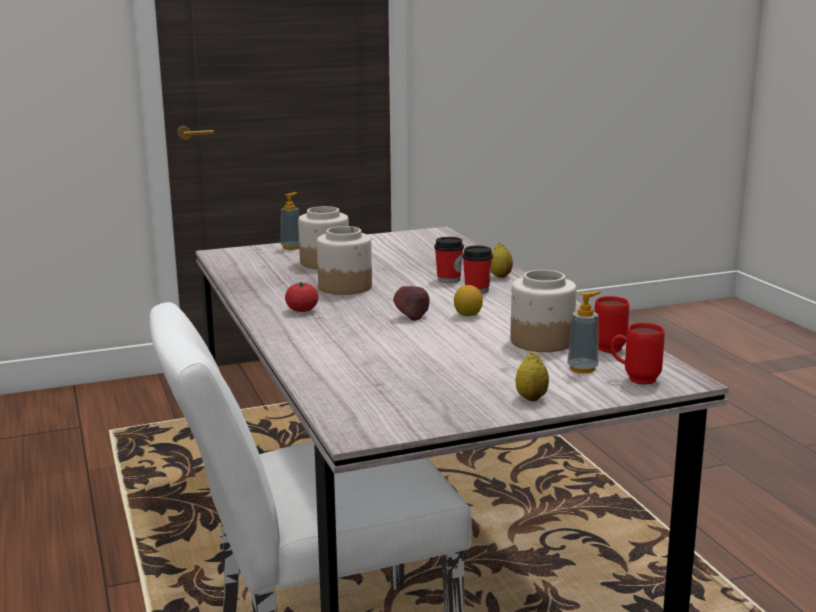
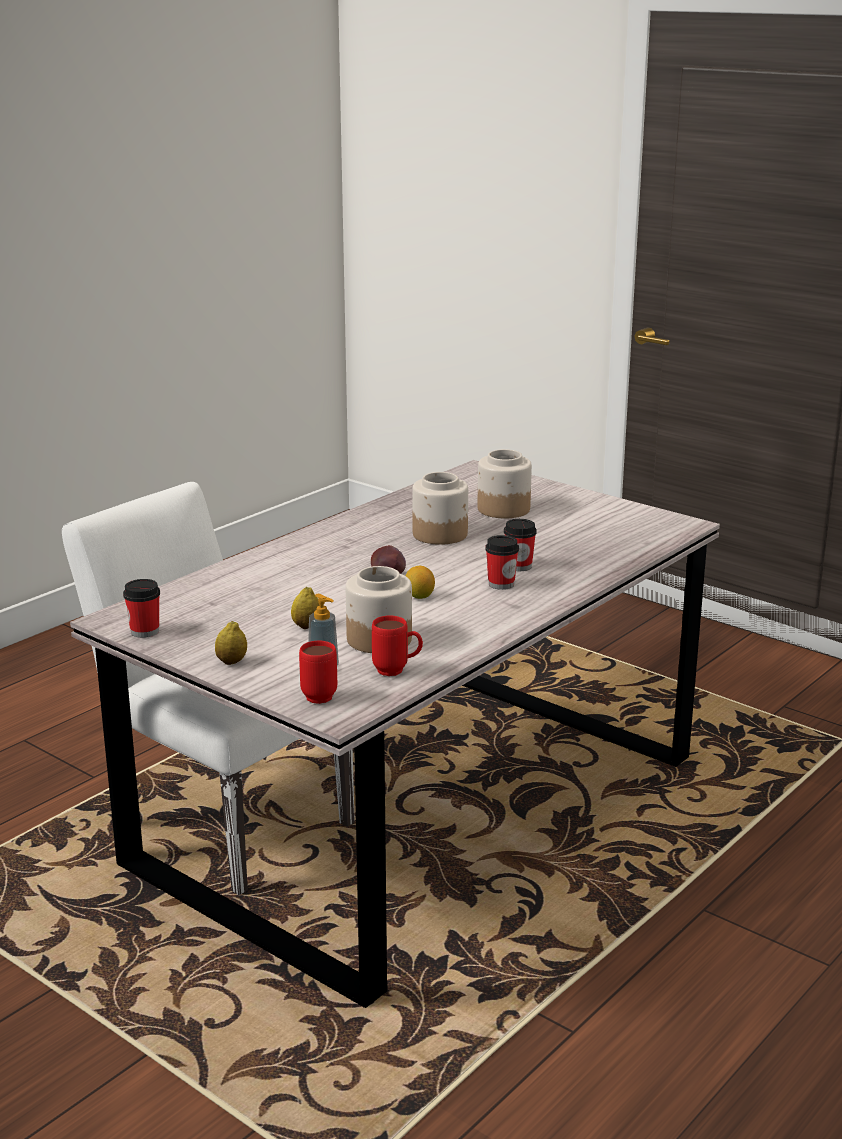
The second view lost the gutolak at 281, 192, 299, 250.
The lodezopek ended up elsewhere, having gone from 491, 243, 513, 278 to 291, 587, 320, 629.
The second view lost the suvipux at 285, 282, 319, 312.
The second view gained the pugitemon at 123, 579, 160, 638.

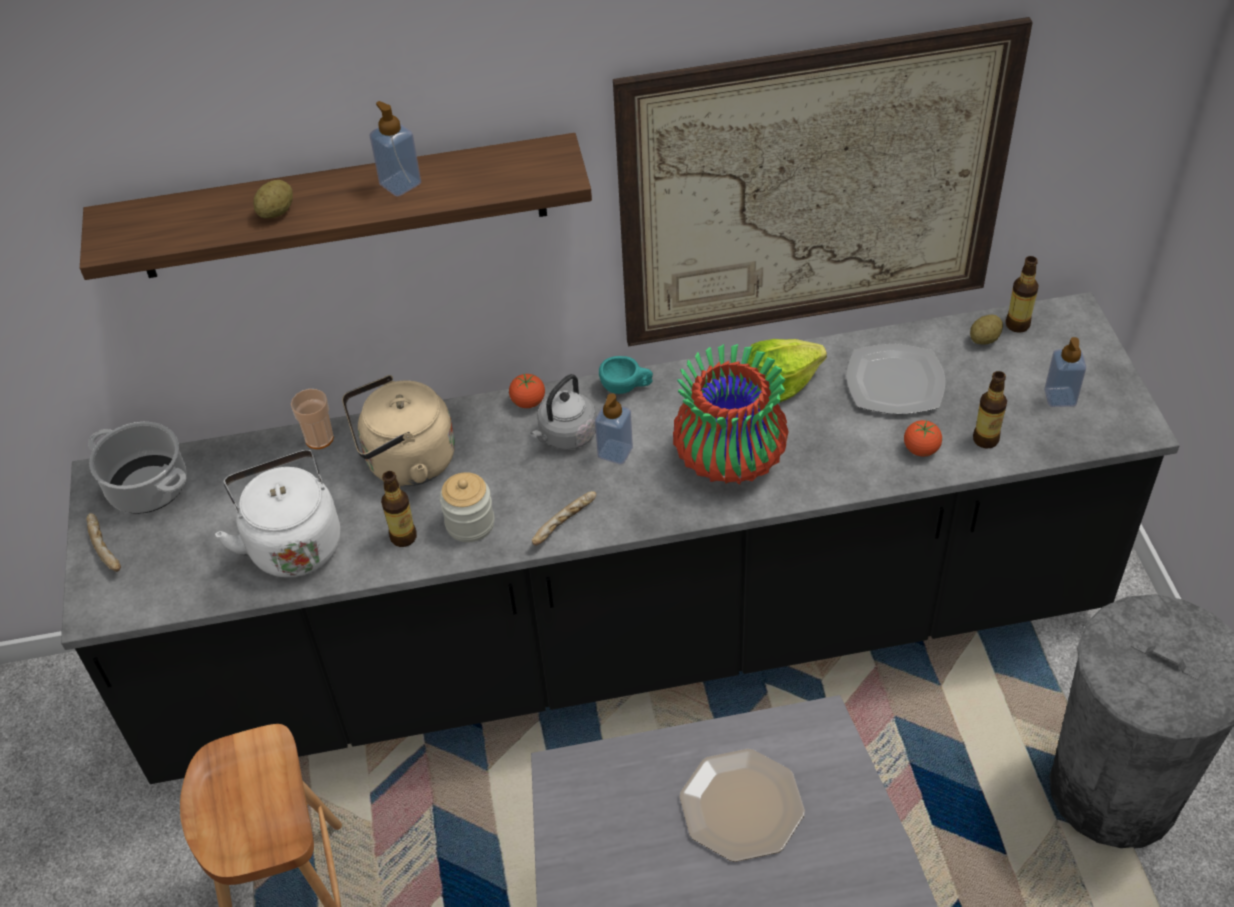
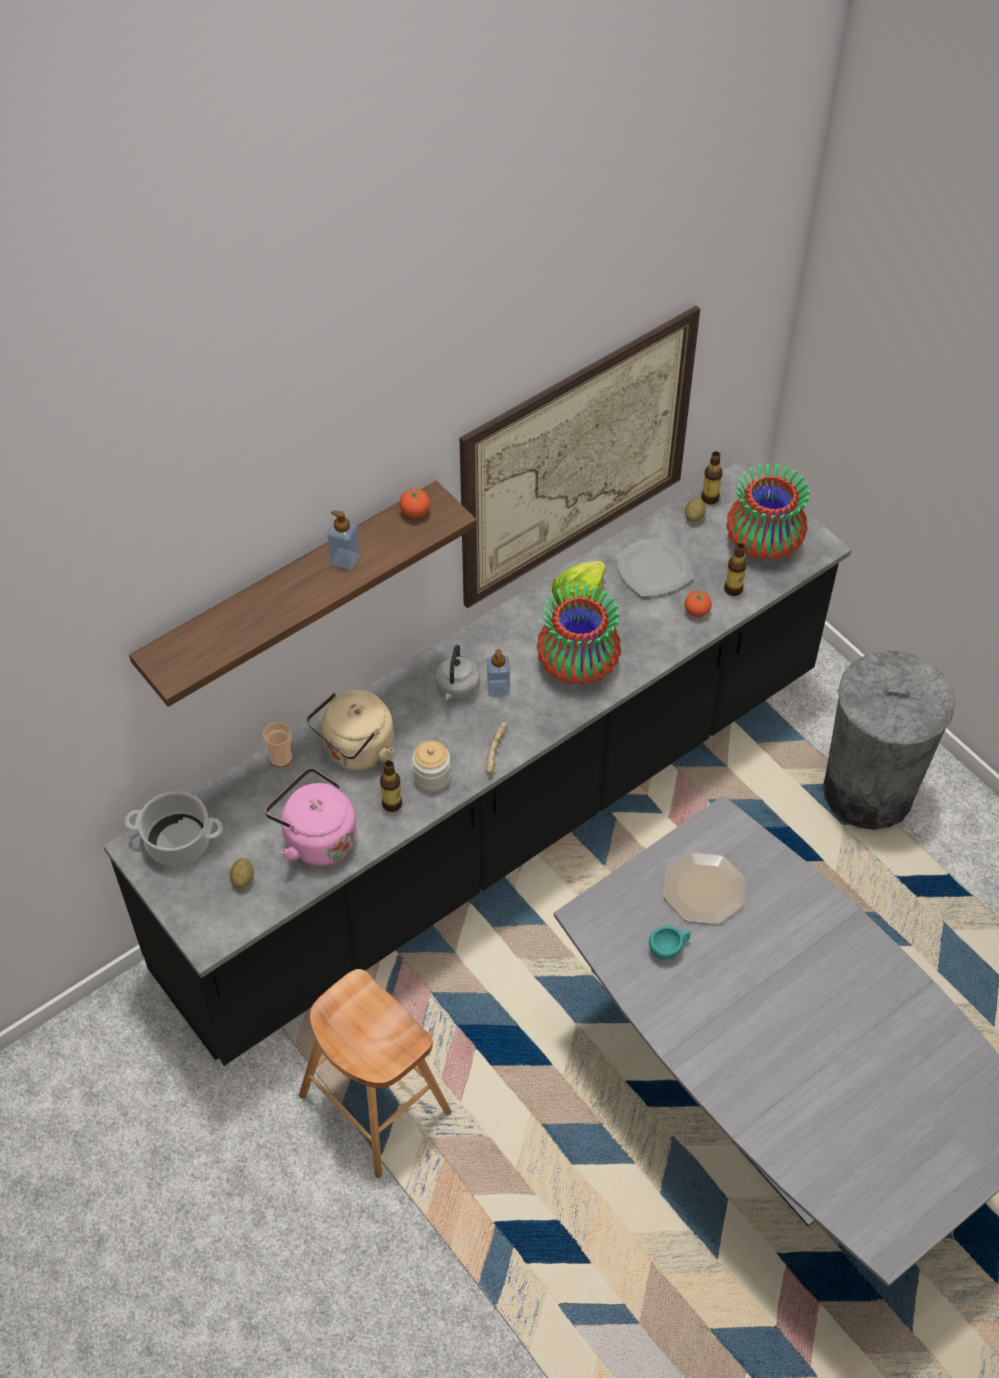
The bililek ended up elsewhere, having gone from 253, 180, 293, 218 to 230, 858, 254, 889.
Where the gutolak stood at 1044, 337, 1087, 407, the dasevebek came to stand at 726, 463, 810, 560.
The turquoise pugitemon ended up elsewhere, having gone from 599, 356, 653, 394 to 649, 926, 691, 960.
The suvipux ended up elsewhere, having gone from 509, 373, 545, 408 to 399, 488, 430, 518.
What was the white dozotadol at 215, 450, 340, 578 turned into the pink dozotadol at 265, 768, 357, 866.
The second view lost the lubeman at 87, 513, 121, 572.

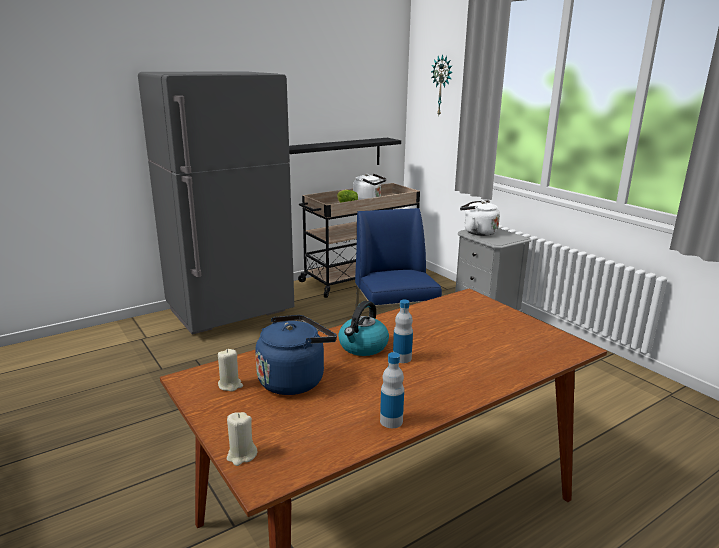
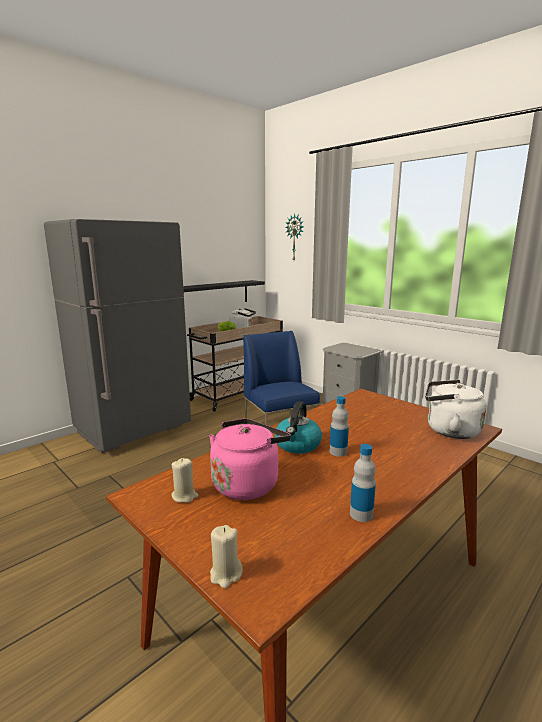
The white dozotadol ended up elsewhere, having gone from 460, 200, 500, 236 to 425, 380, 486, 439.
What was the blue dozotadol at 255, 315, 337, 395 turned into the pink dozotadol at 209, 418, 291, 500.

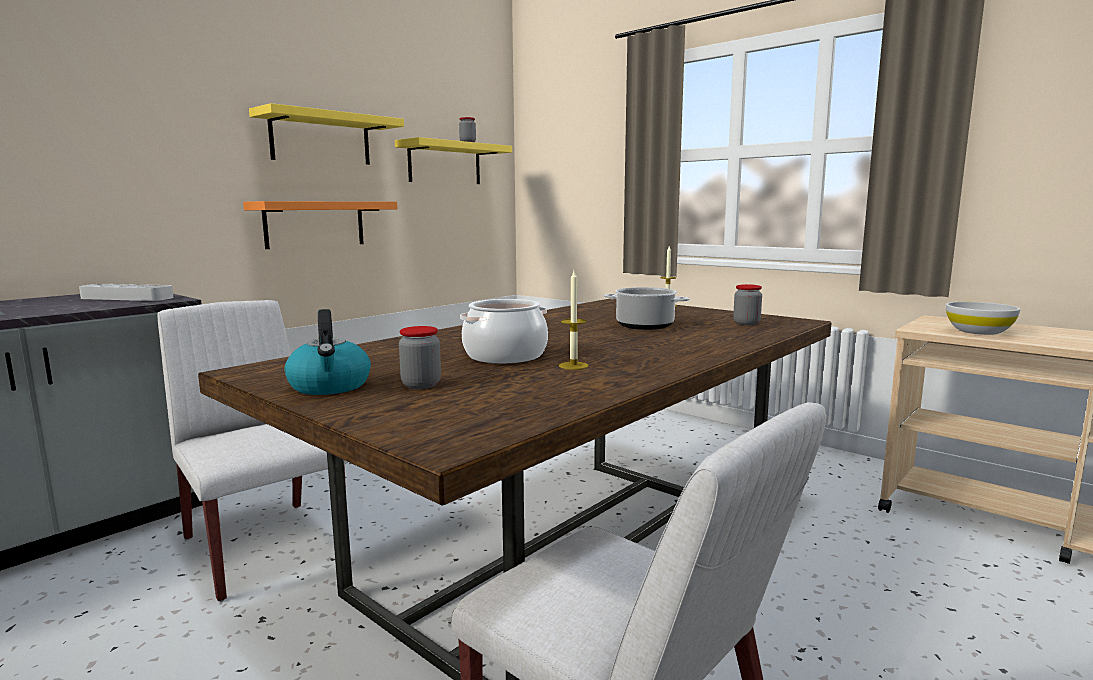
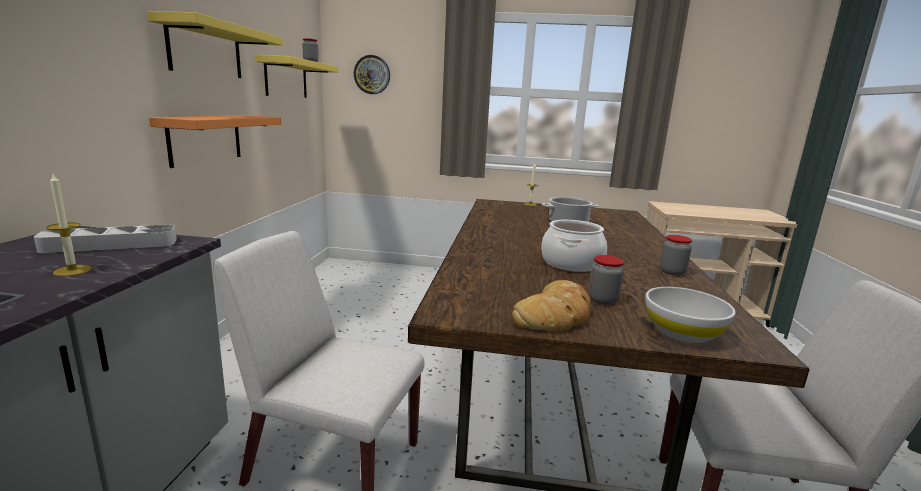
The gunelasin ended up elsewhere, having gone from 559, 271, 588, 370 to 46, 174, 91, 276.
The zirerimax ended up elsewhere, having gone from 733, 284, 762, 325 to 660, 235, 692, 276.
The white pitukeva ended up elsewhere, having gone from 946, 302, 1021, 335 to 645, 287, 736, 343.
Where the dozotadol stood at 285, 309, 371, 395, the lubeman came to stand at 512, 280, 591, 331.
The second view gained the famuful at 354, 55, 390, 94.

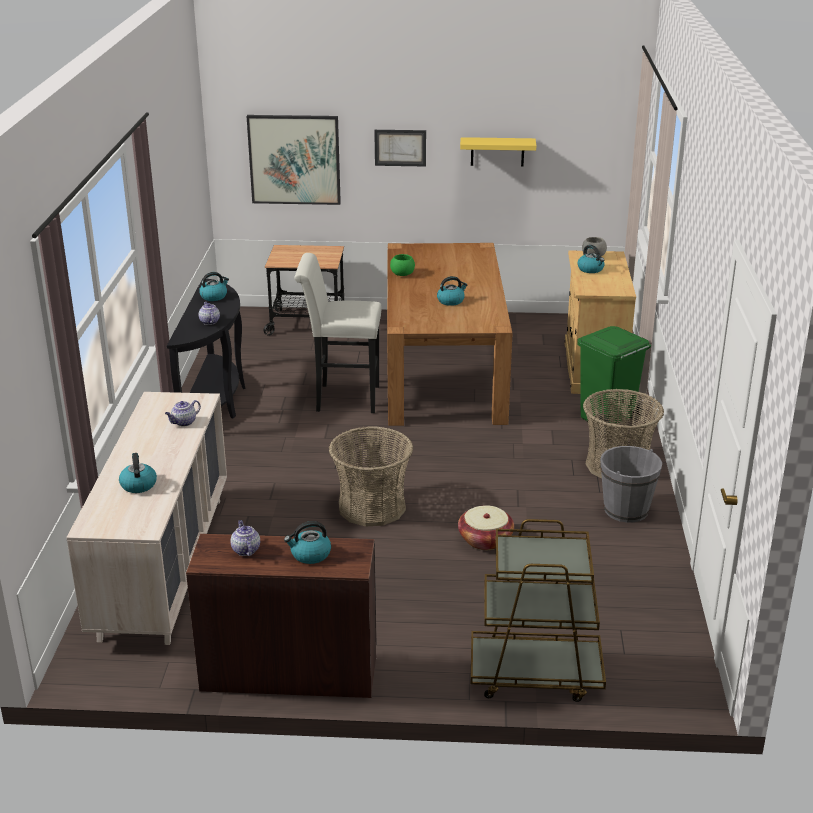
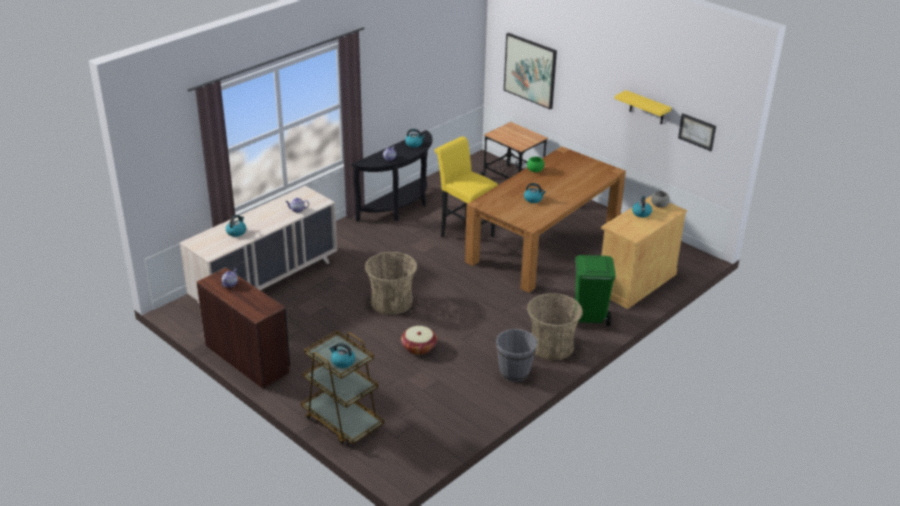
The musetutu ended up elsewhere, having gone from 374, 130, 426, 167 to 678, 113, 716, 151.
What was the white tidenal at 294, 253, 381, 413 turned into the yellow tidenal at 434, 136, 498, 238.
The dozotadol ended up elsewhere, having gone from 284, 521, 331, 564 to 329, 343, 355, 368.

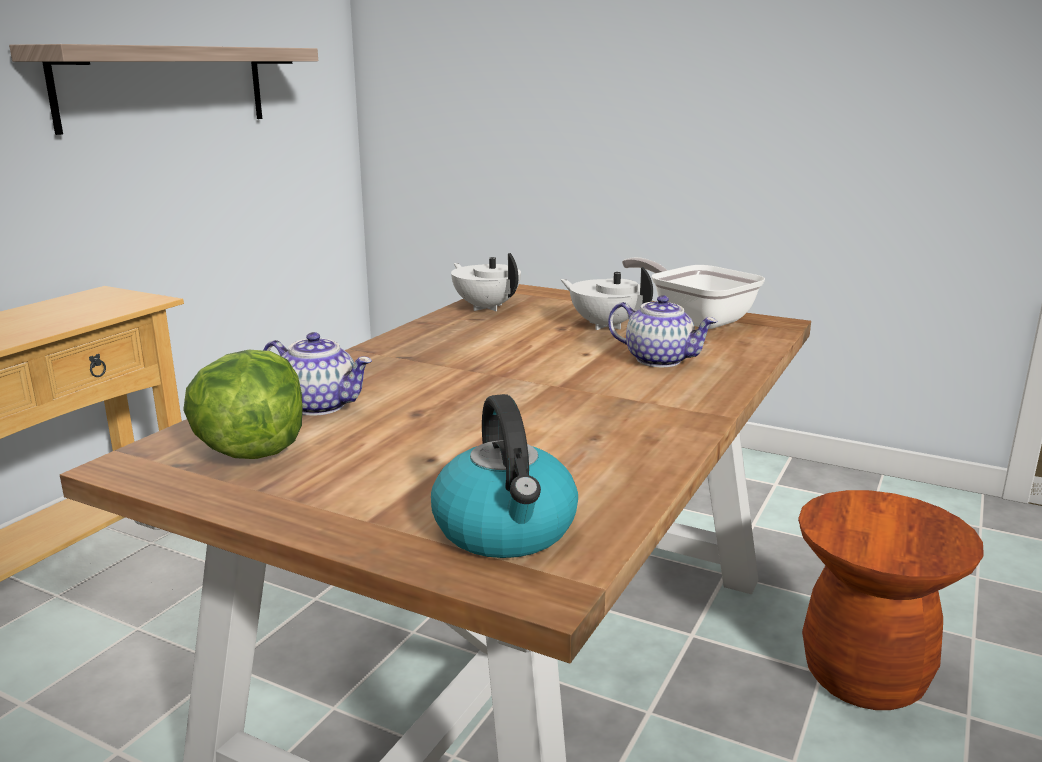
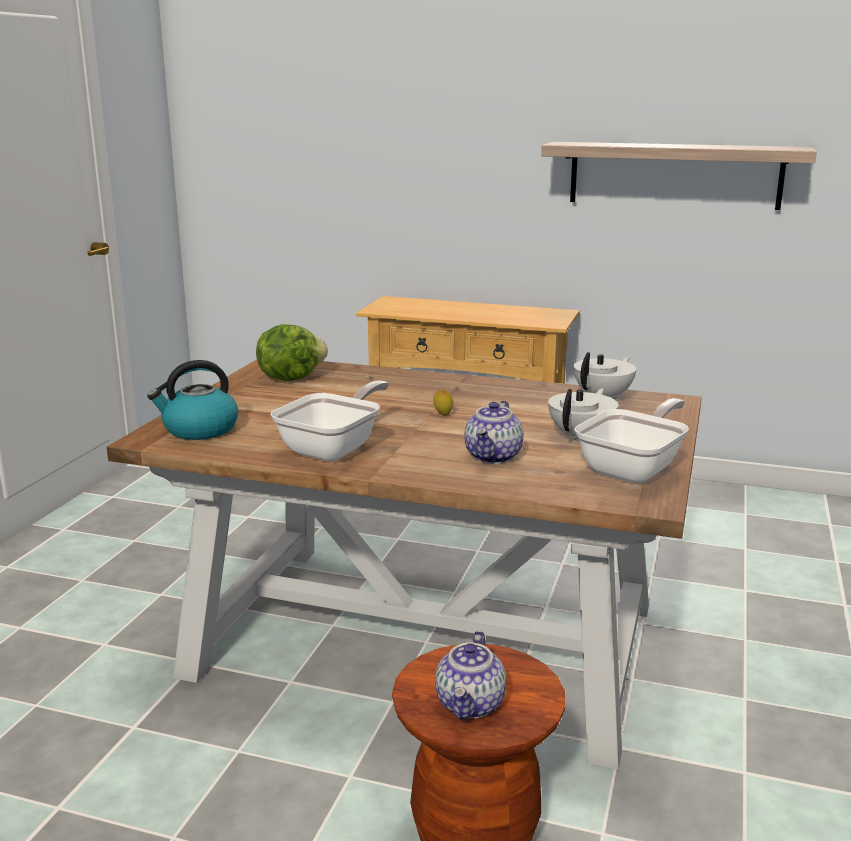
The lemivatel ended up elsewhere, having gone from 263, 332, 372, 416 to 435, 631, 506, 719.
The second view gained the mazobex at 271, 380, 389, 461.
The second view gained the lodezopek at 433, 390, 453, 415.

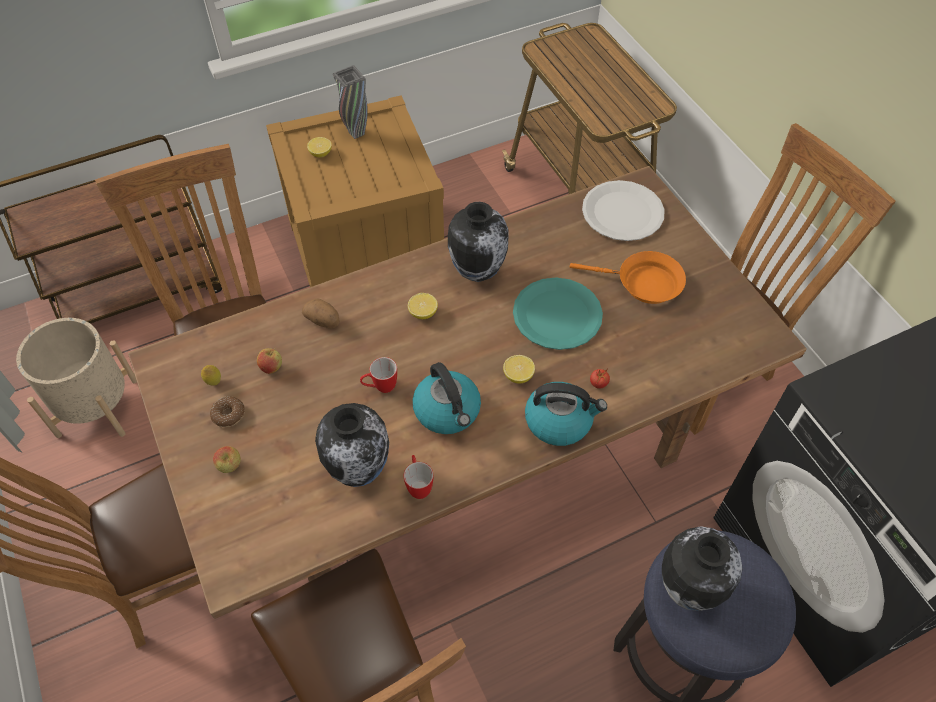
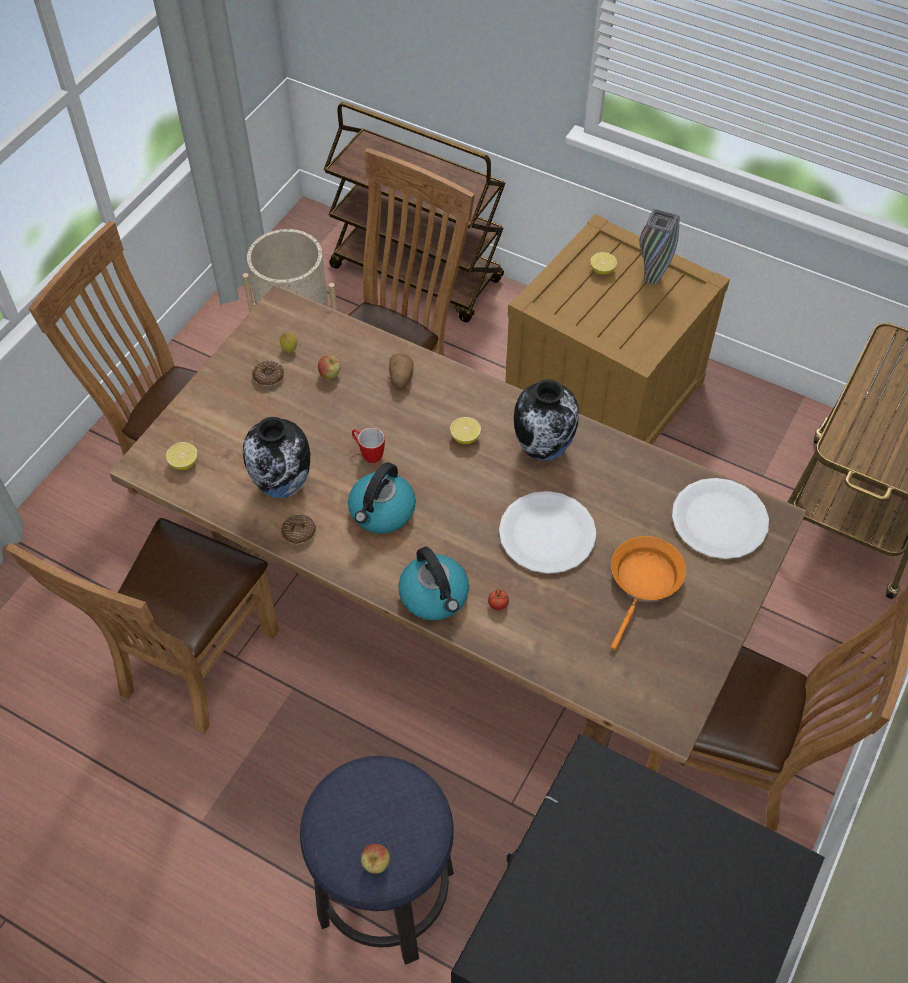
The orange mazobex at 570, 251, 686, 304 ended up facing another way, 135 degrees counterclockwise from before.
What was the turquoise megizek at 513, 278, 603, 350 turned into the white megizek at 499, 491, 596, 574.
The lodezopek ended up elsewhere, having gone from 503, 355, 535, 383 to 166, 442, 198, 470.
The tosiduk ended up elsewhere, having gone from 213, 446, 241, 473 to 361, 844, 390, 874.
Where the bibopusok stood at 404, 455, 433, 499, the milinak came to stand at 281, 514, 316, 545.
The second view lost the dasevebek at 662, 526, 742, 611.

